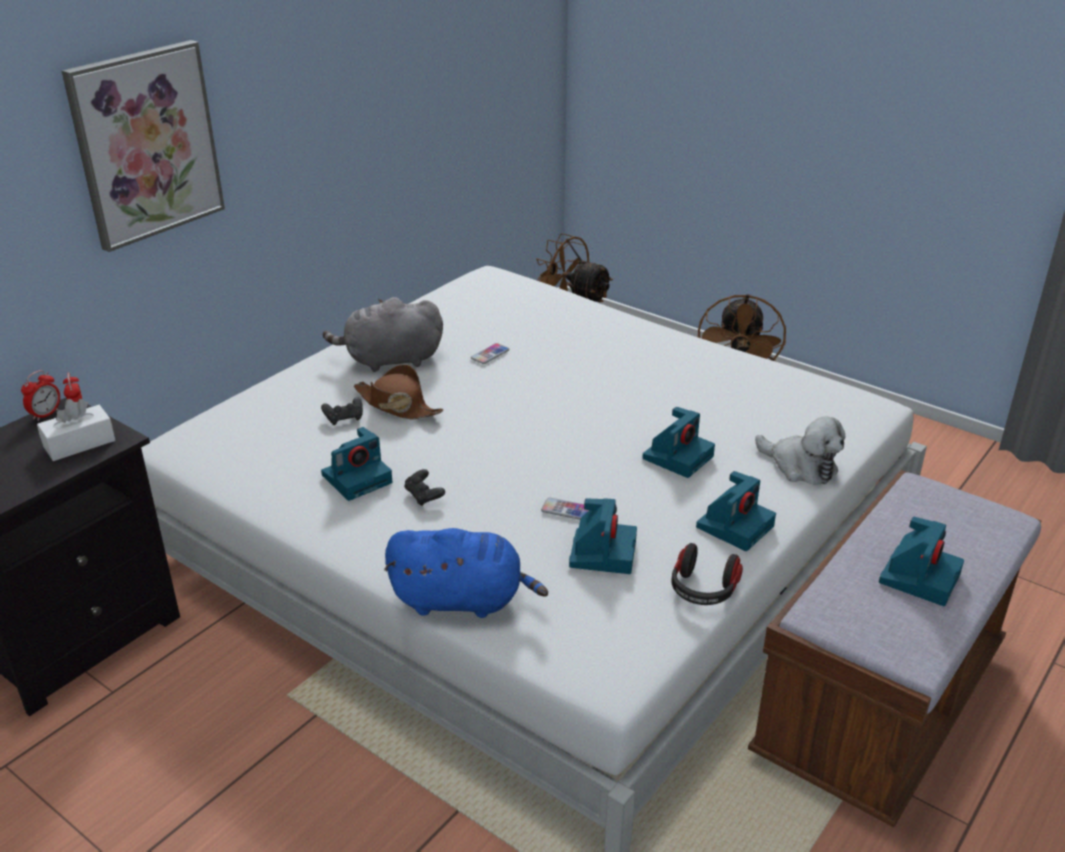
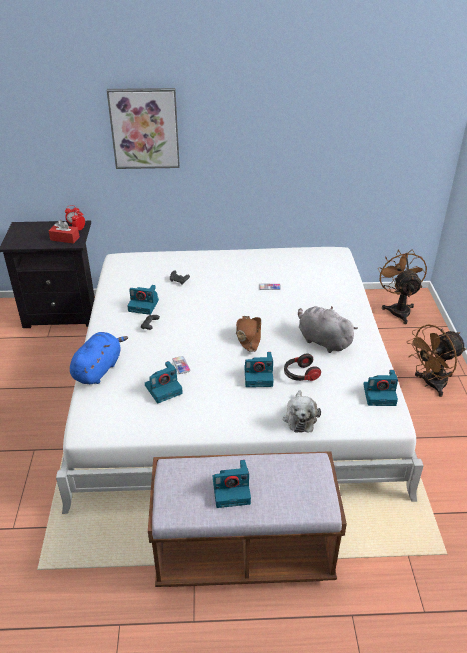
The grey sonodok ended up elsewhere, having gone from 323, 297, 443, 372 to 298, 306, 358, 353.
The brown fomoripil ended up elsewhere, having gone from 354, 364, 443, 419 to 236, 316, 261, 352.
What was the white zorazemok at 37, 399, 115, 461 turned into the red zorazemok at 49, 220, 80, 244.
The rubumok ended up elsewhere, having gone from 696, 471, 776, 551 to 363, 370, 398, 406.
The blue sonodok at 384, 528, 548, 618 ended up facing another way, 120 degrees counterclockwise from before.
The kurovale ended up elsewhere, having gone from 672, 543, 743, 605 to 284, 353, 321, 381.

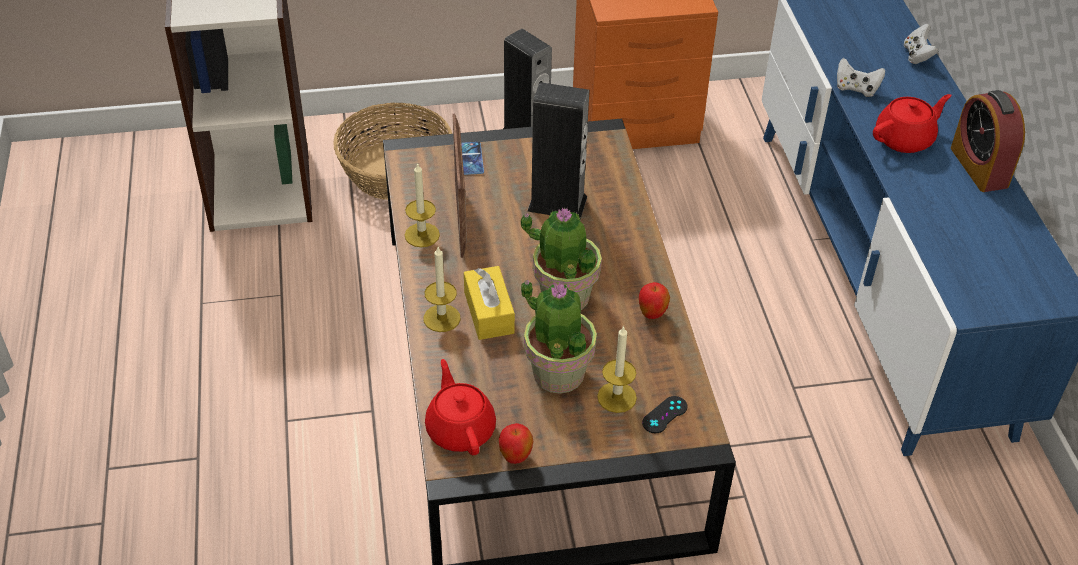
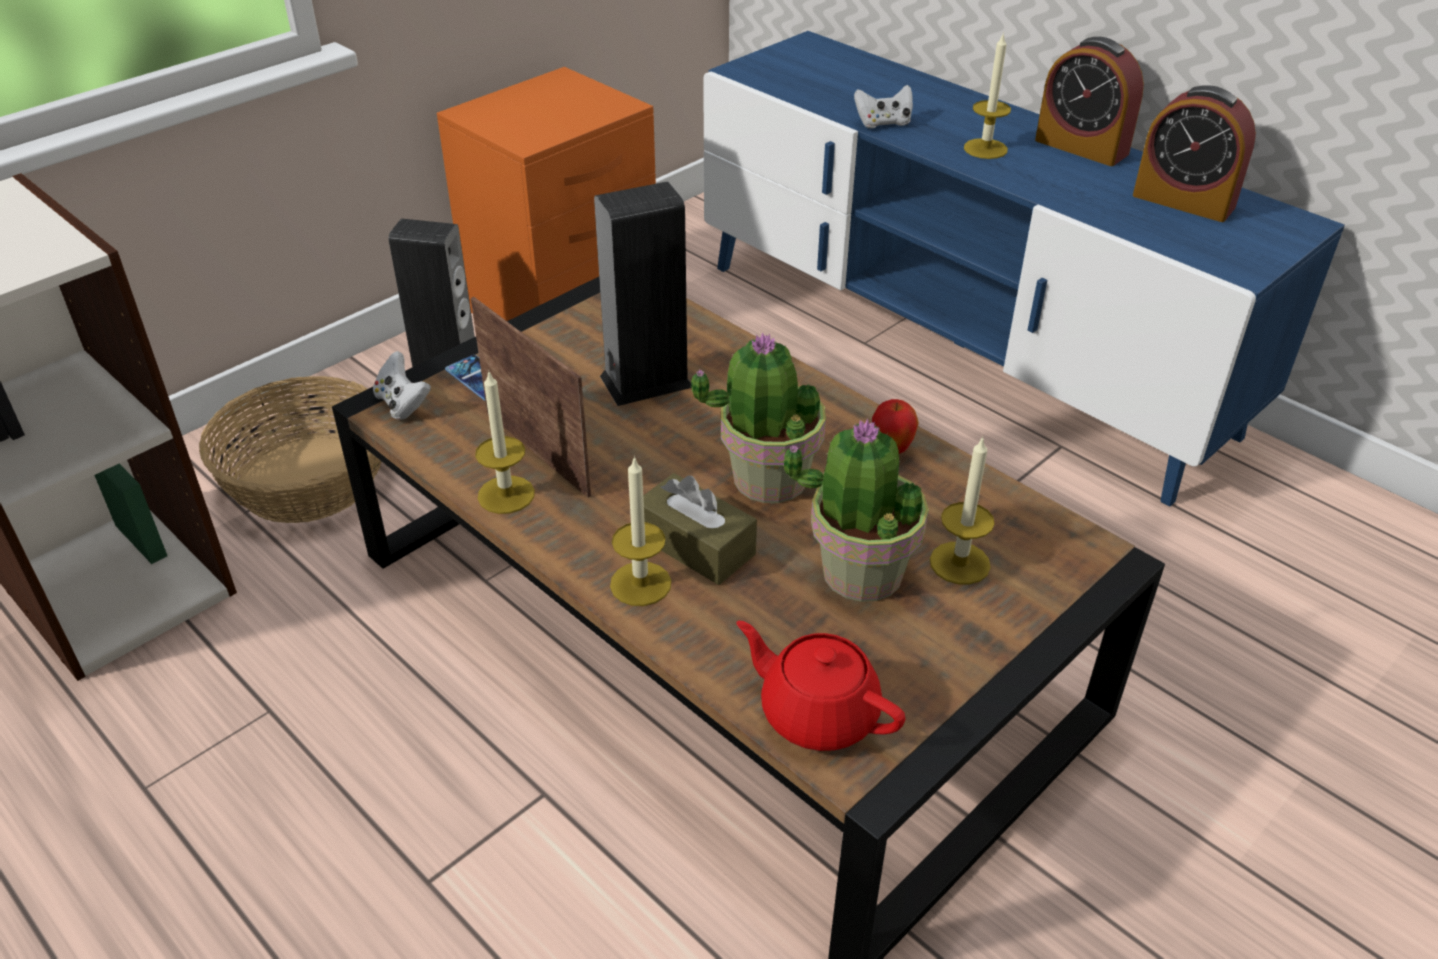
The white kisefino ended up elsewhere, having gone from 904, 24, 939, 64 to 373, 351, 431, 420.
Where the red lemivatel stood at 873, 94, 952, 153, the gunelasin came to stand at 964, 32, 1011, 159.
What was the yellow zorazemok at 464, 266, 515, 340 turned into the brown zorazemok at 643, 473, 757, 585.
The second view lost the black kisefino at 642, 396, 687, 433.
The second view lost the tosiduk at 499, 423, 533, 464.
The second view gained the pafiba at 1133, 85, 1256, 222.

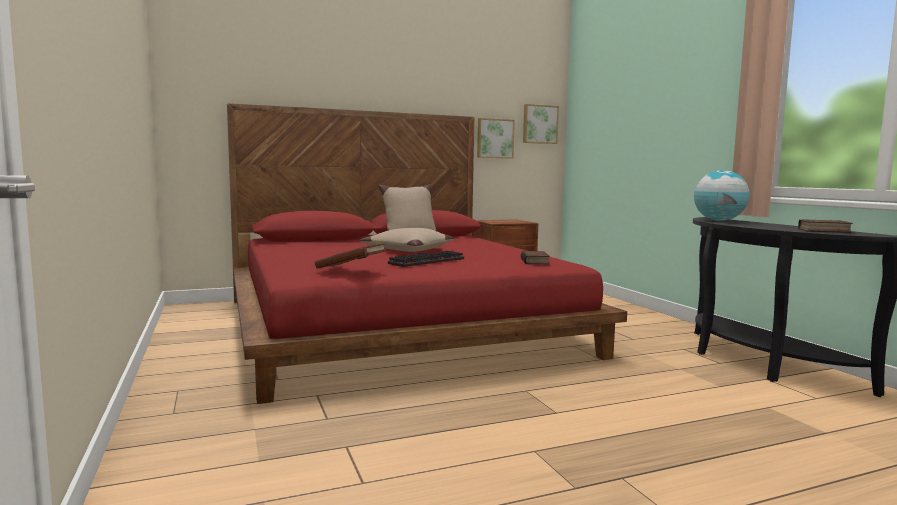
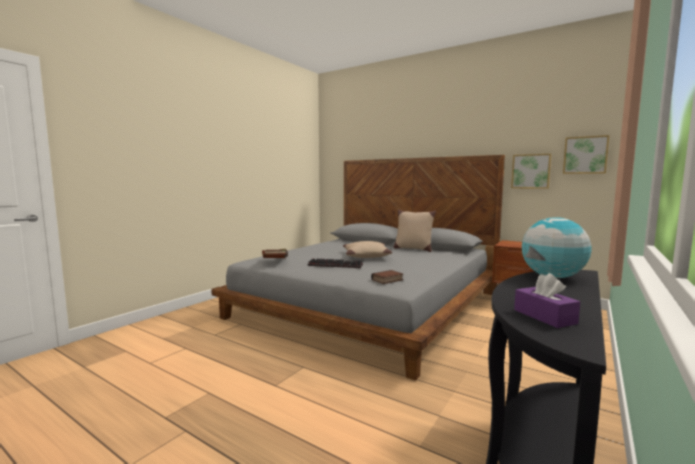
What was the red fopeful at 227, 103, 627, 404 turned into the grey fopeful at 211, 155, 505, 380.
Where the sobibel stood at 798, 219, 853, 233, the purple zorazemok came to stand at 514, 273, 580, 328.

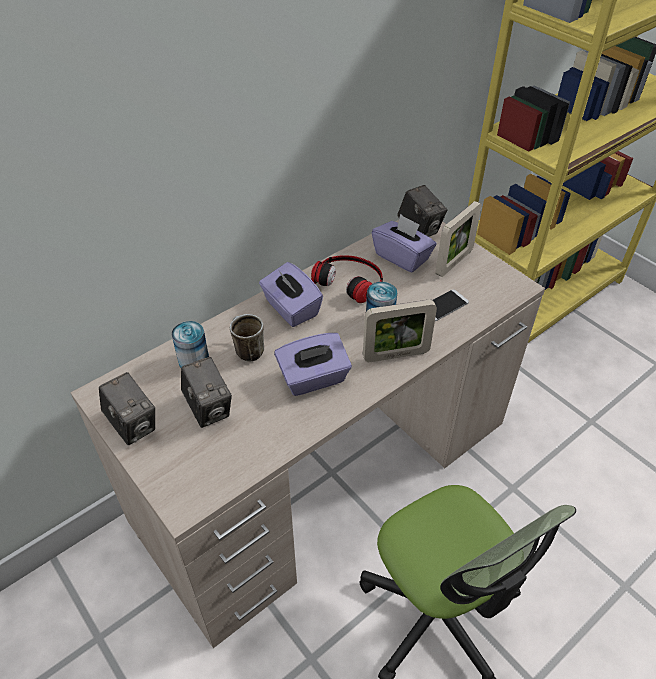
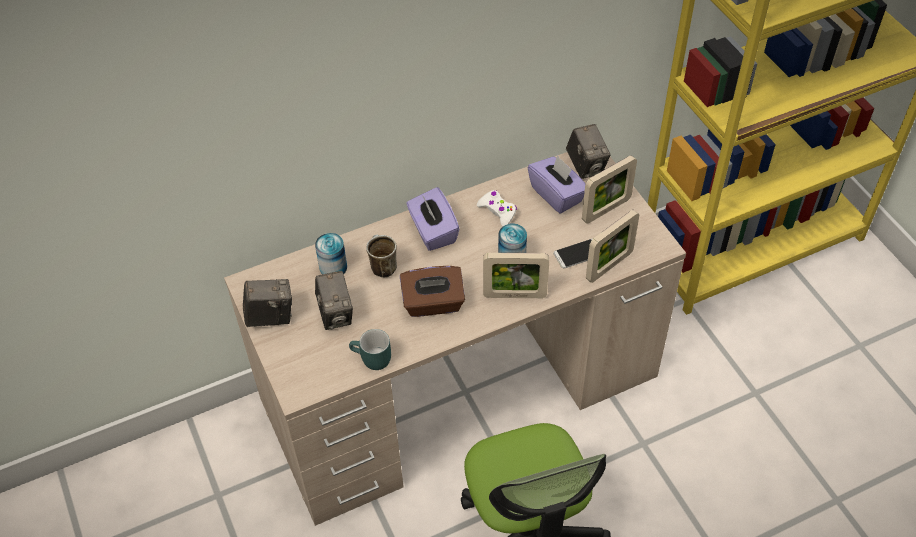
Where the kurovale stood at 311, 255, 383, 303, the white kisefino came to stand at 477, 190, 517, 226.
What was the purple zorazemok at 274, 333, 352, 396 turned into the brown zorazemok at 400, 266, 465, 317.
The rubumok at 99, 372, 155, 445 ended up facing another way, 75 degrees counterclockwise from before.
The second view gained the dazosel at 586, 210, 639, 283.
The second view gained the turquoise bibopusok at 349, 329, 391, 370.

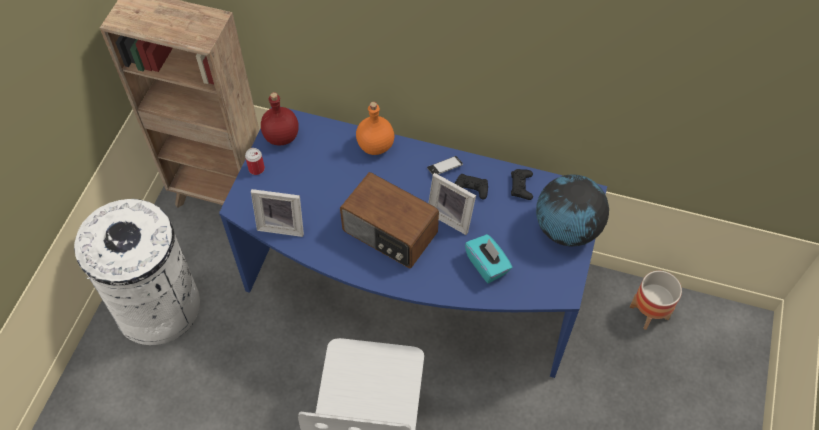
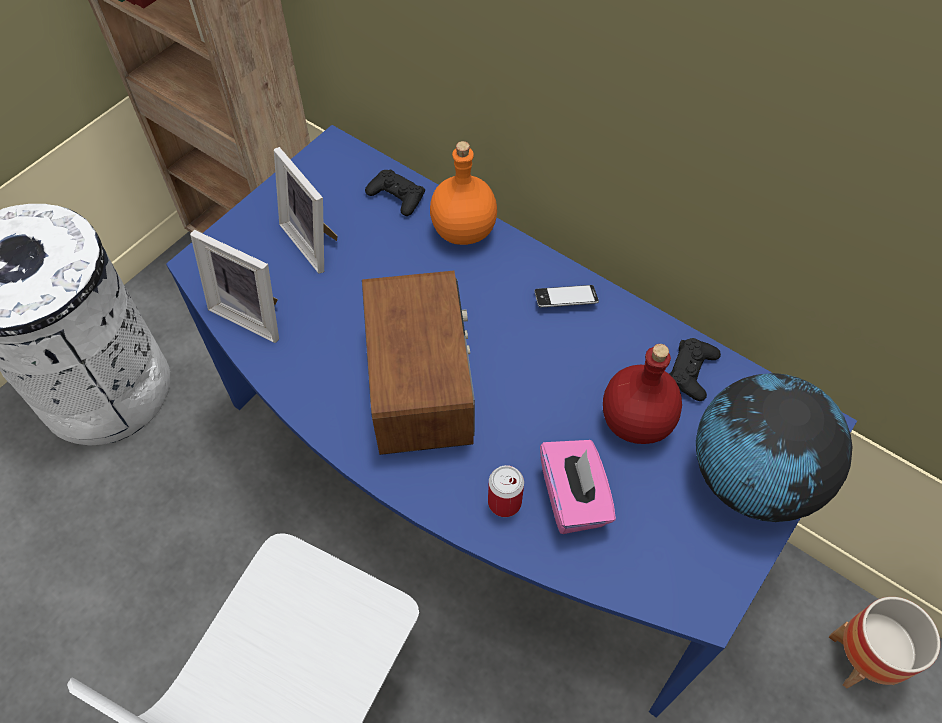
The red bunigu ended up elsewhere, having gone from 261, 92, 299, 145 to 603, 344, 682, 444.
The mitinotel ended up elsewhere, having gone from 245, 148, 265, 175 to 488, 465, 524, 517.
The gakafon at 340, 172, 439, 269 ended up facing another way, 150 degrees counterclockwise from before.
The dazosel ended up elsewhere, having gone from 428, 173, 476, 235 to 274, 147, 337, 274.
The black kisefino ended up elsewhere, having gone from 455, 174, 488, 200 to 365, 169, 425, 216.
What was the turquoise zorazemok at 465, 234, 512, 283 turned into the pink zorazemok at 540, 440, 616, 534.

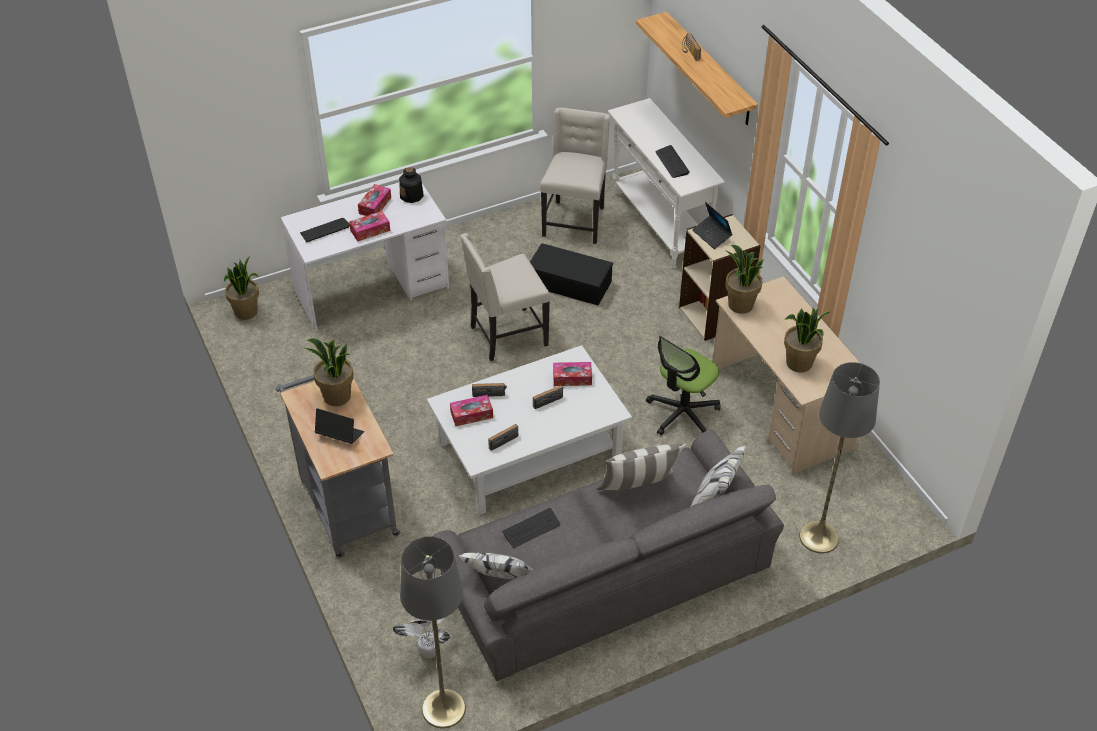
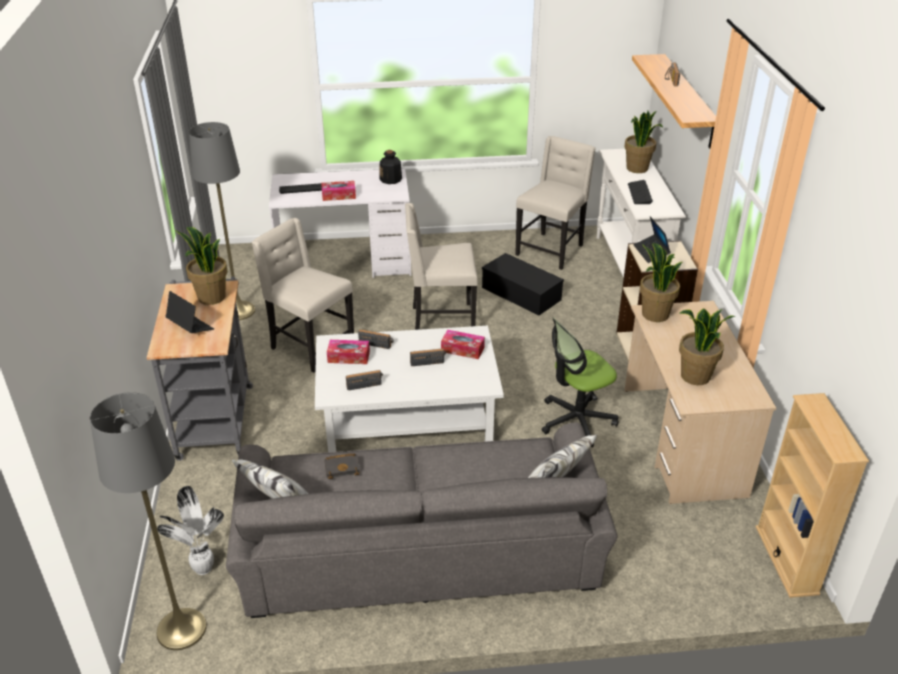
The second view lost the zorazemok at 358, 184, 391, 216.
The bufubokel ended up elsewhere, having gone from 224, 256, 259, 320 to 624, 111, 663, 173.
The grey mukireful ended up elsewhere, having gone from 799, 362, 880, 553 to 189, 122, 255, 320.
The second view lost the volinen at 596, 444, 686, 490.
Where the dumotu stood at 502, 508, 560, 548, the black sobibel came to stand at 324, 453, 360, 479.
The second view gained the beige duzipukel at 251, 218, 354, 373.
The second view gained the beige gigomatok at 756, 393, 869, 598.

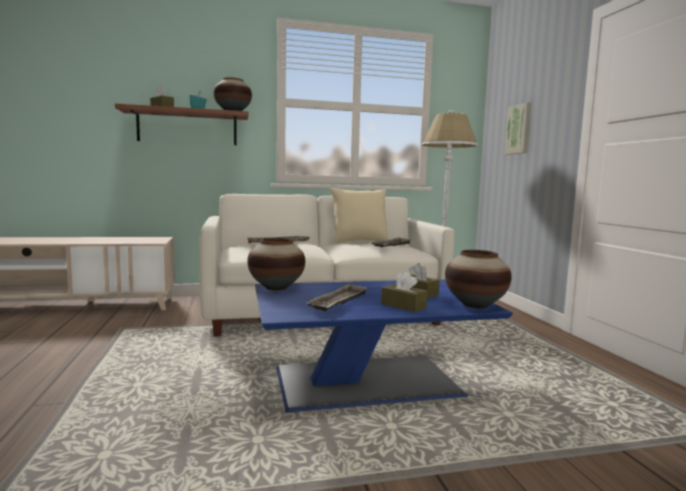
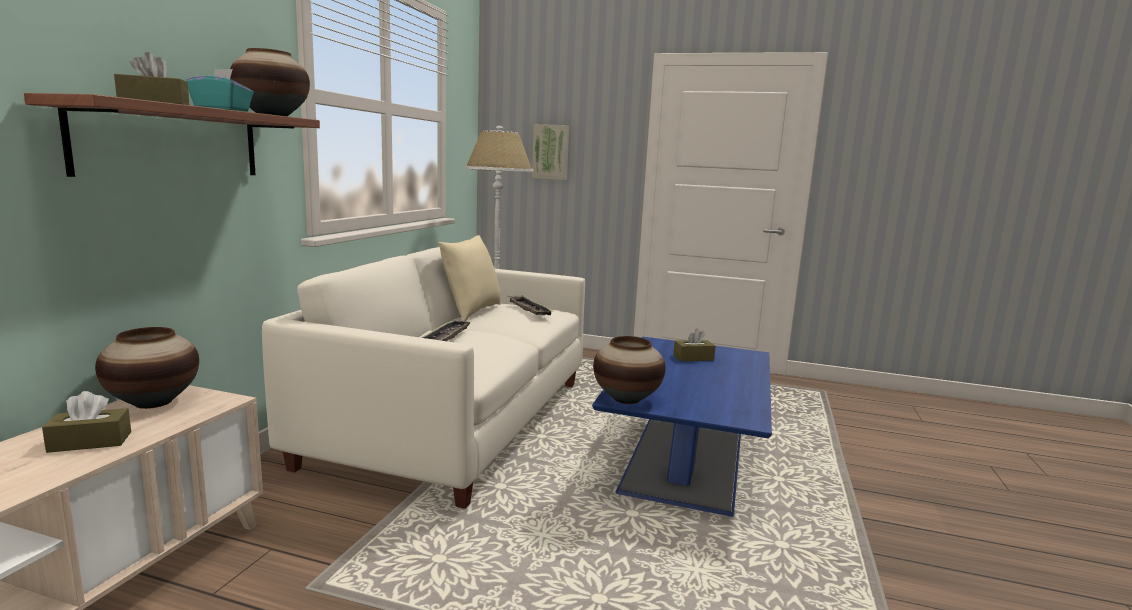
The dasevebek ended up elsewhere, having gone from 445, 250, 511, 309 to 95, 327, 199, 409.
The brown zorazemok ended up elsewhere, having gone from 381, 272, 427, 312 to 42, 391, 131, 453.
The second view lost the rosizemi at 307, 283, 367, 312.

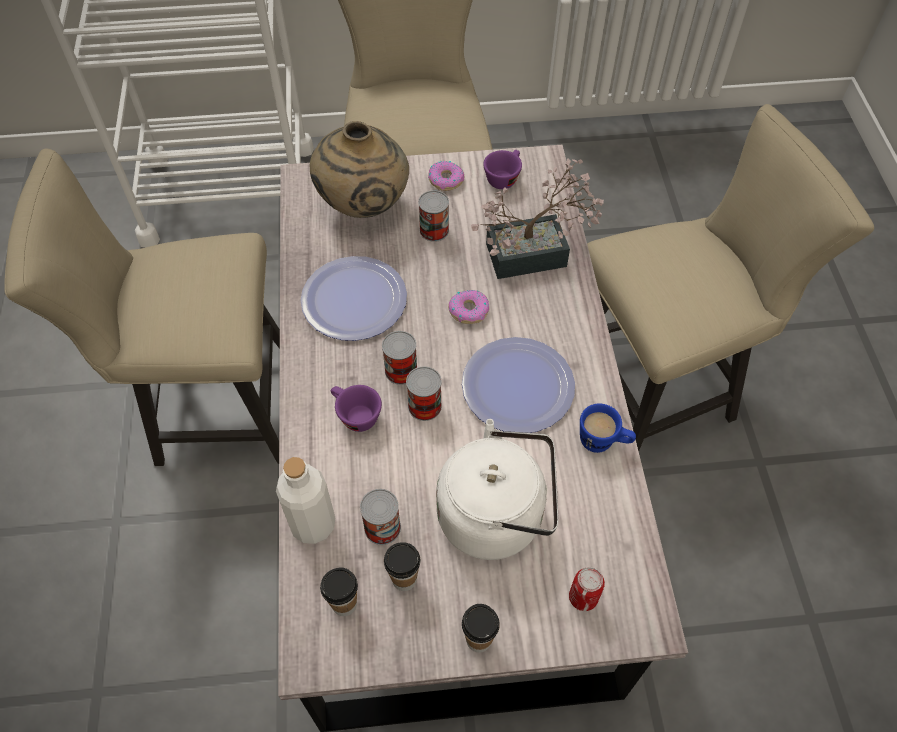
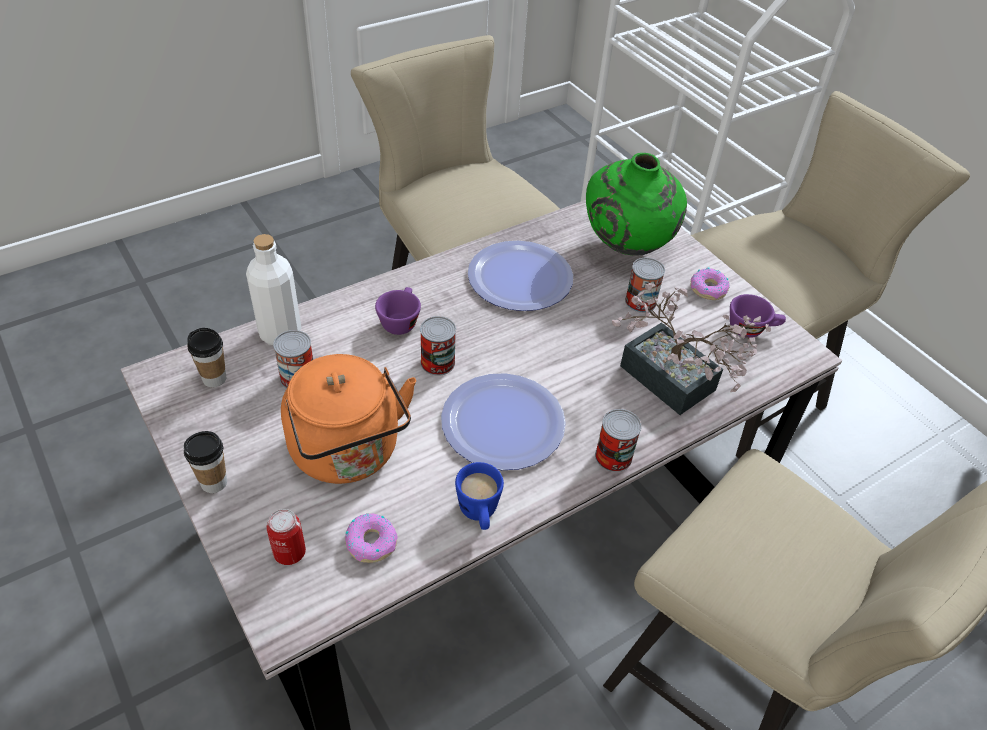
What was the beige dasevebek at 310, 121, 409, 218 turned into the green dasevebek at 586, 153, 687, 256.
The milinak ended up elsewhere, having gone from 448, 290, 489, 324 to 345, 513, 398, 563.
The mitinotel ended up elsewhere, having gone from 382, 331, 417, 385 to 595, 409, 642, 472.
What was the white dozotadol at 436, 419, 559, 560 turned into the orange dozotadol at 281, 354, 416, 484.
The second view lost the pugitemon at 384, 542, 420, 591.

